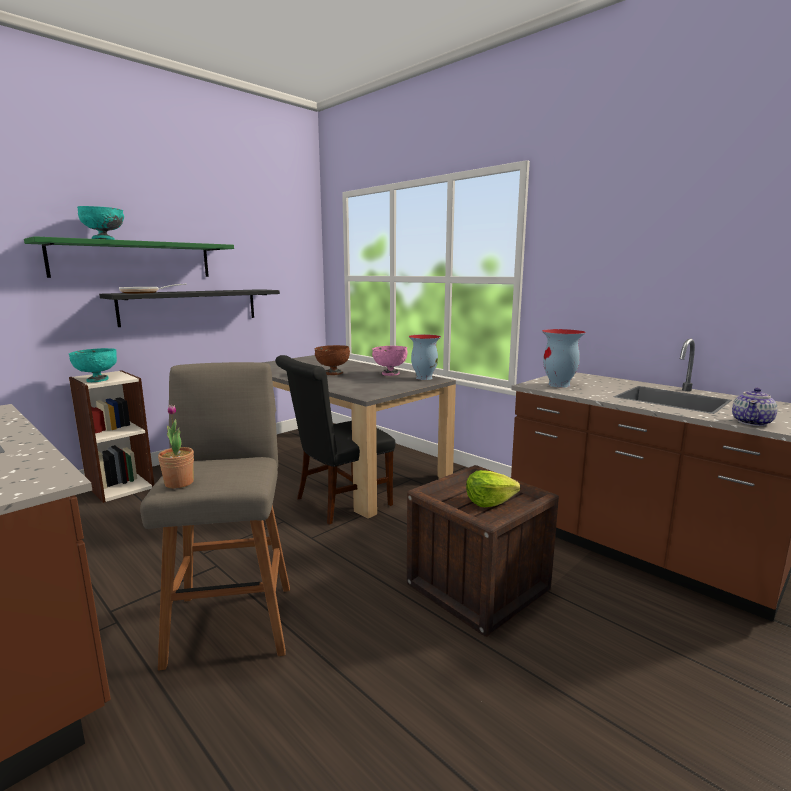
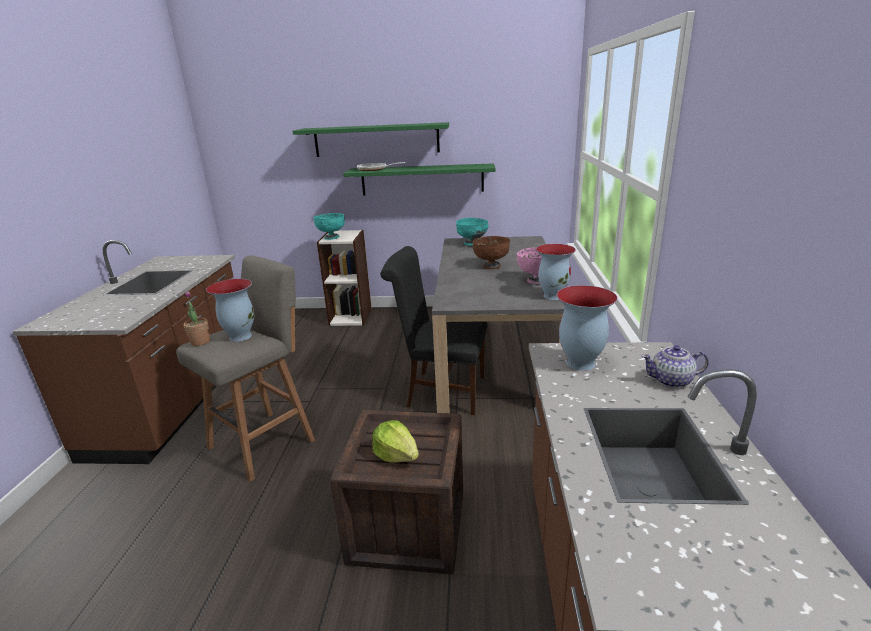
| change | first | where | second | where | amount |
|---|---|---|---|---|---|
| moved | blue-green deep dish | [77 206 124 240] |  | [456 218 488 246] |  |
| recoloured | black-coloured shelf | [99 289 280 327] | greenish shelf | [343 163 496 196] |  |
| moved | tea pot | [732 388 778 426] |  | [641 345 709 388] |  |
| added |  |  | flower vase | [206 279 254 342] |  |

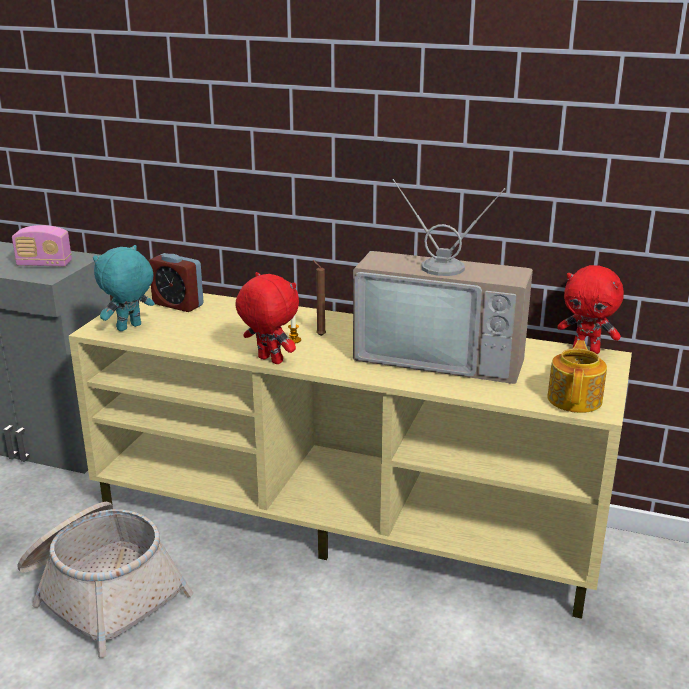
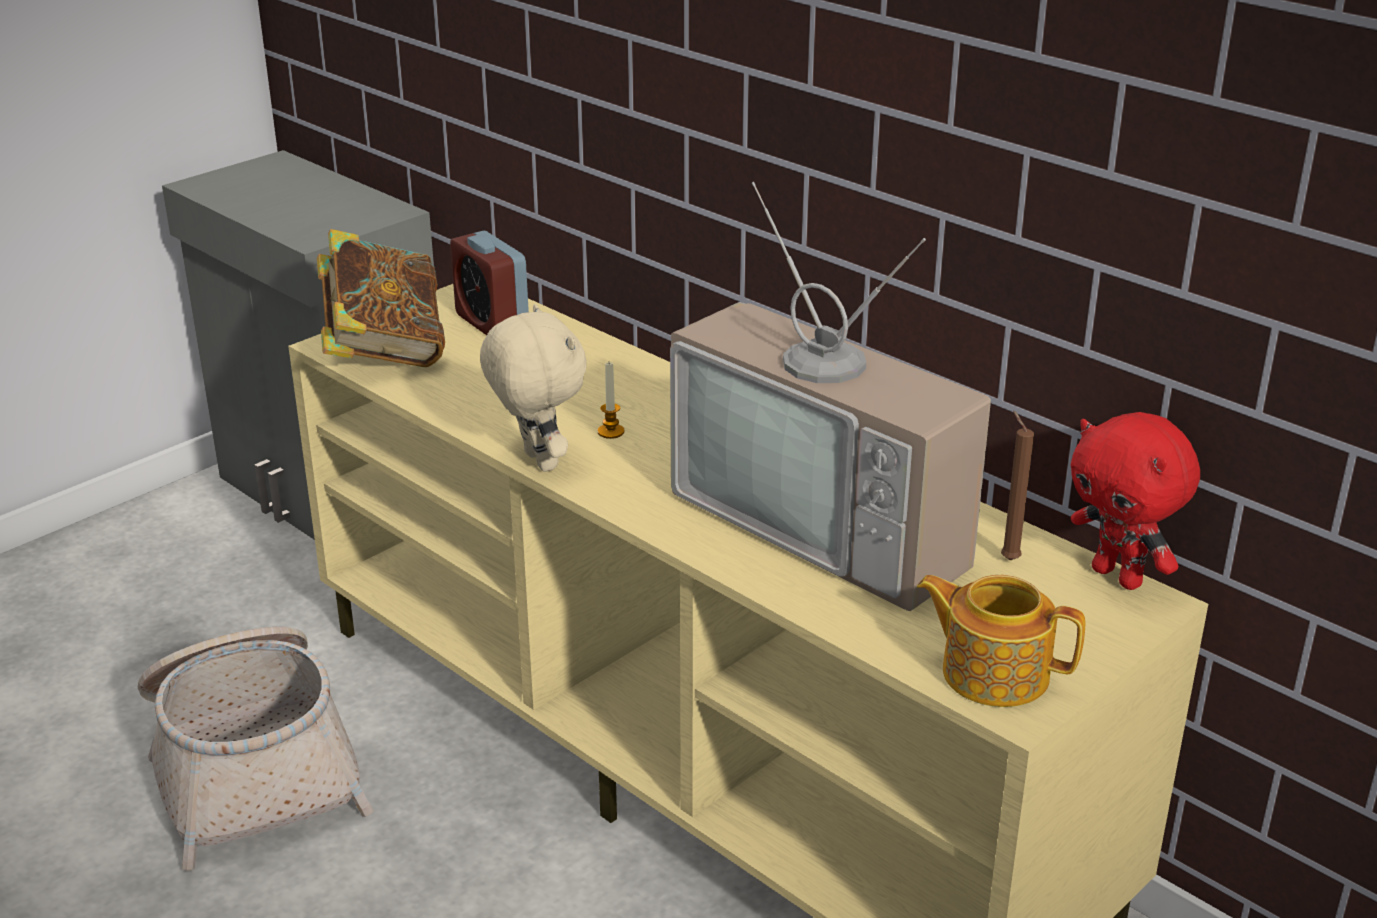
| change | first | where | second | where | amount |
|---|---|---|---|---|---|
| removed | radio set | [12 225 72 267] |  |  |  |
| replaced | blue-green plush toy | [93 245 154 331] | bound book | [317 229 445 367] |  |
| moved | brown wax candle | [313 260 326 336] |  | [1001 411 1034 560] |  |
| recoloured | reddish plush toy | [235 272 299 364] | beige-coloured plush toy | [480 304 587 472] |  |
| turned | tea pot | [547 340 607 413] |  | [917 575 1085 707] | 105 degrees counterclockwise |

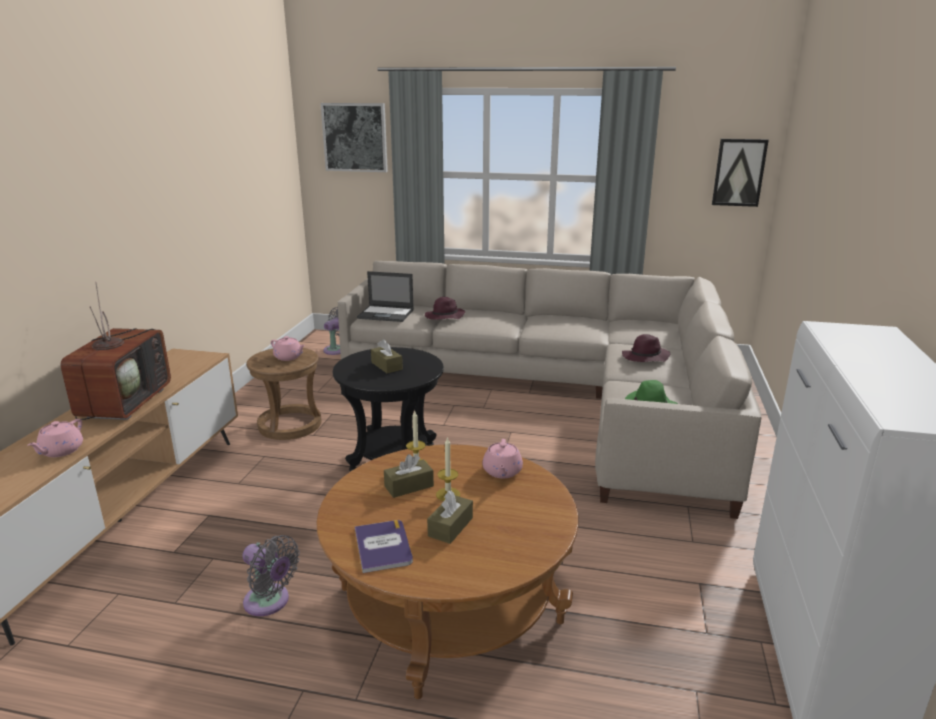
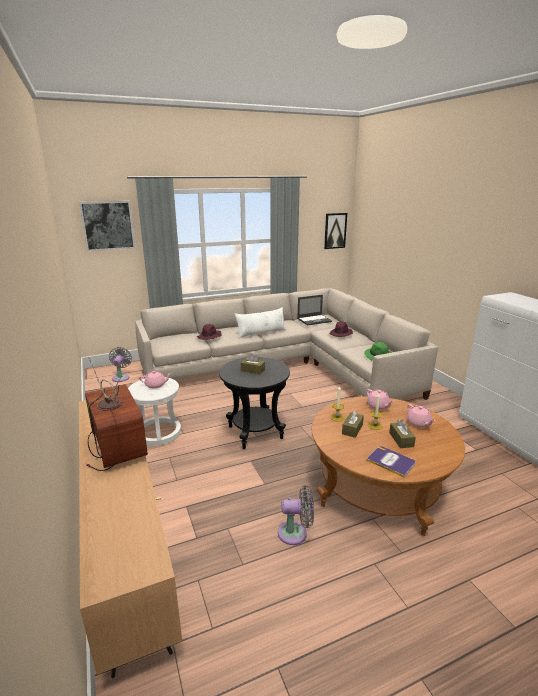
| change | first | where | second | where | amount |
|---|---|---|---|---|---|
| moved | laptop | [357 271 414 322] |  | [297 295 332 326] |  |
| recoloured | brown stool | [246 348 322 440] | white stool | [128 377 181 446] |  |
| moved | pink tea pot | [28 419 83 457] |  | [406 404 435 428] |  |
| added |  |  | white cushion | [235 307 286 339] |  |

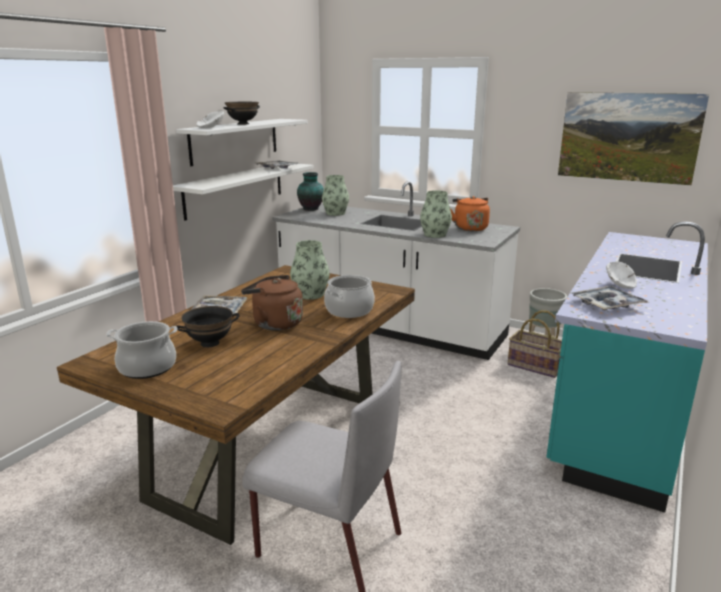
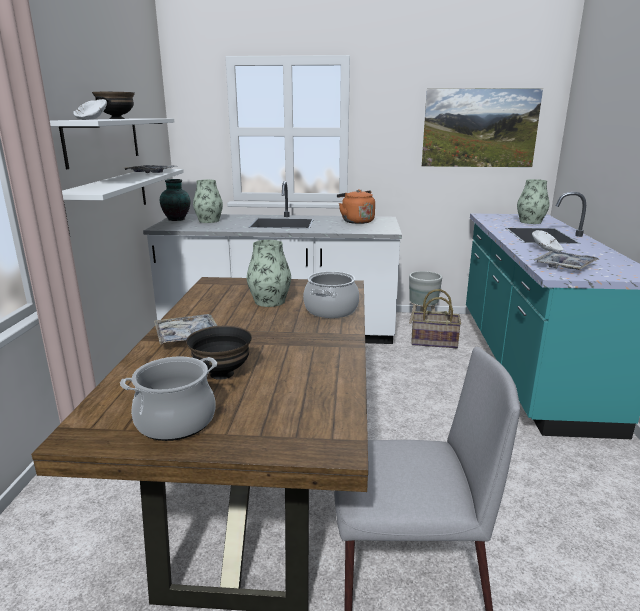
| change | first | where | second | where | amount |
|---|---|---|---|---|---|
| moved | flower vase | [420 190 452 238] |  | [517 179 550 224] |  |
| removed | brown tea kettle | [241 275 303 331] |  |  |  |

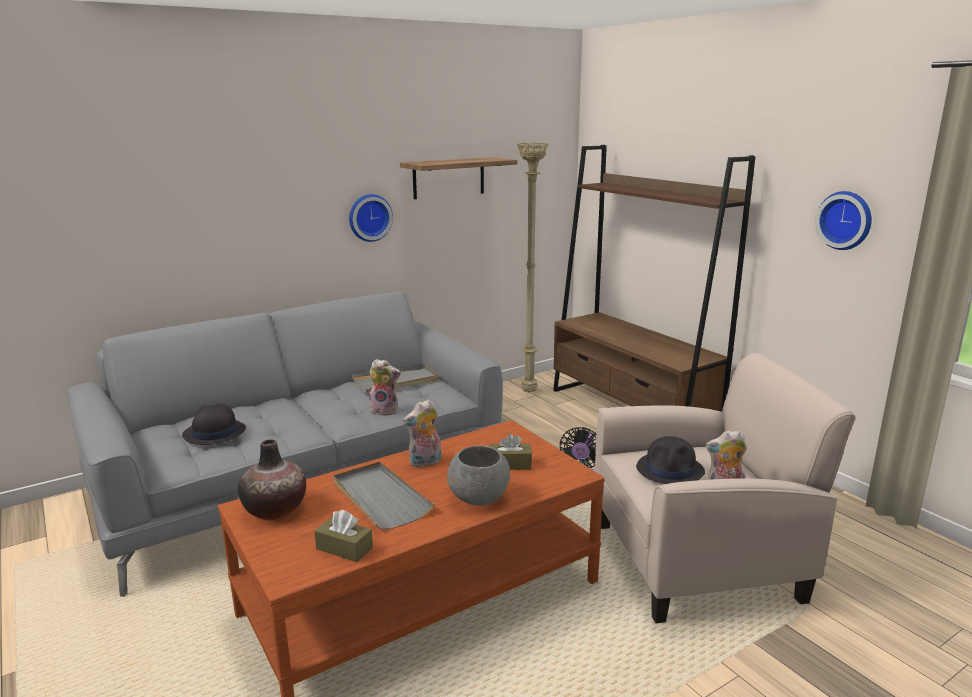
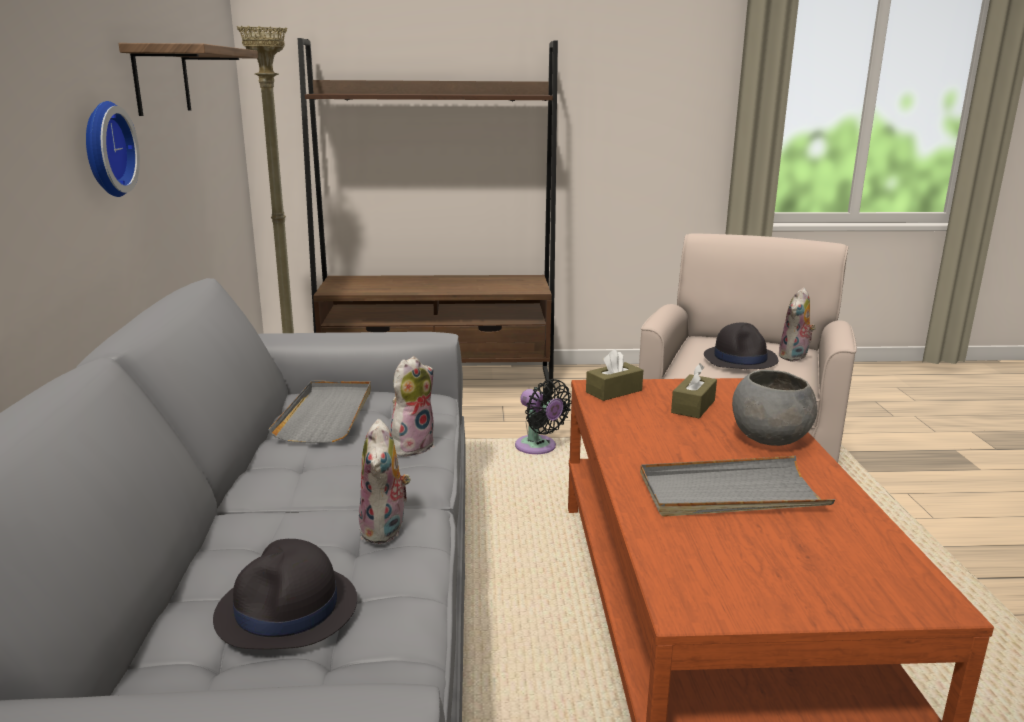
| change | first | where | second | where | amount |
|---|---|---|---|---|---|
| removed | wall clock | [815 191 872 250] |  |  |  |
| moved | plush toy | [403 399 441 467] |  | [359 419 411 544] |  |
| removed | flower vase | [238 439 306 520] |  |  |  |
| moved | brown tissue box | [315 510 373 562] |  | [586 349 643 401] |  |

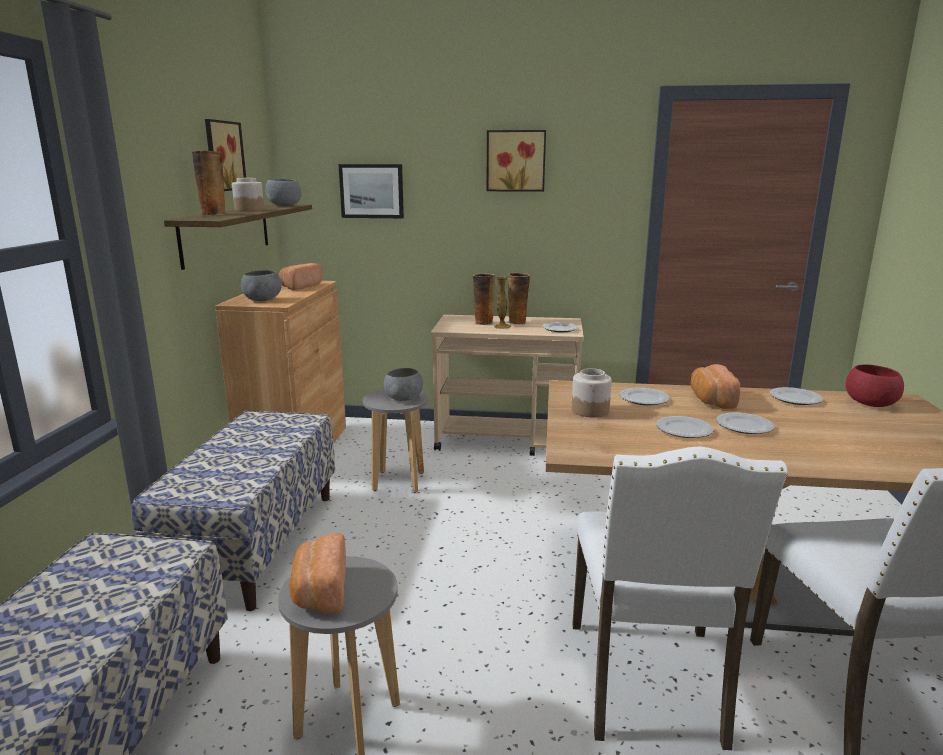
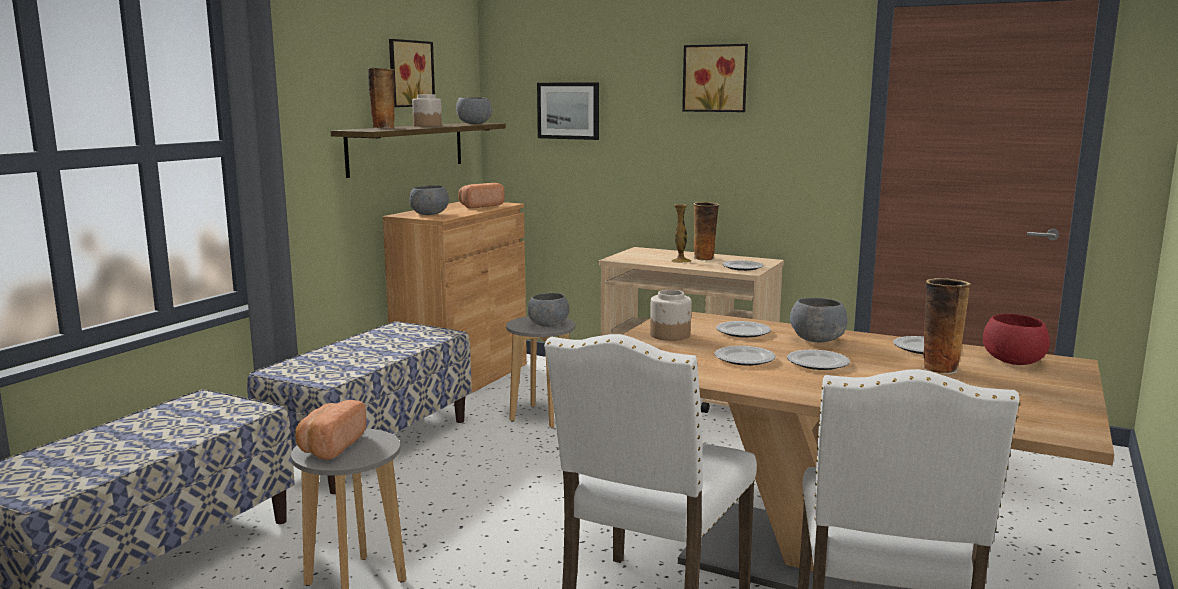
| change | first | where | second | where | amount |
|---|---|---|---|---|---|
| moved | flower vase | [473 273 495 325] |  | [923 278 971 374] |  |
| replaced | bakery bread | [691 364 740 409] | grey deep dish | [790 298 848 342] |  |

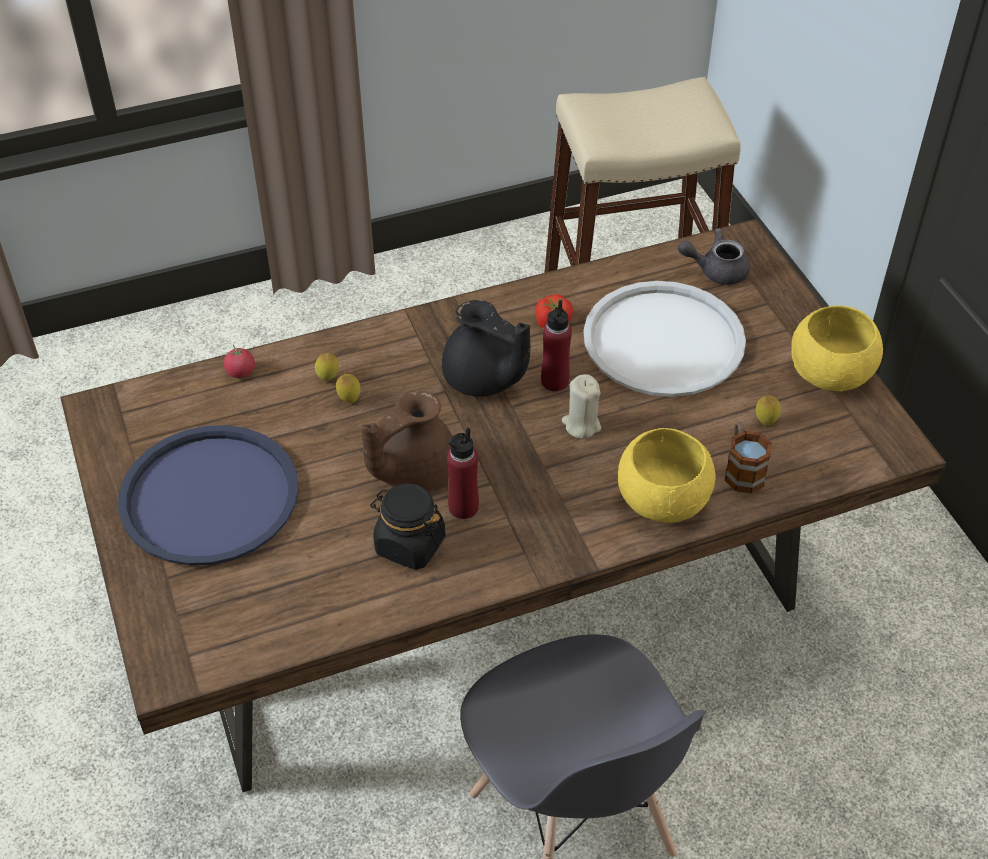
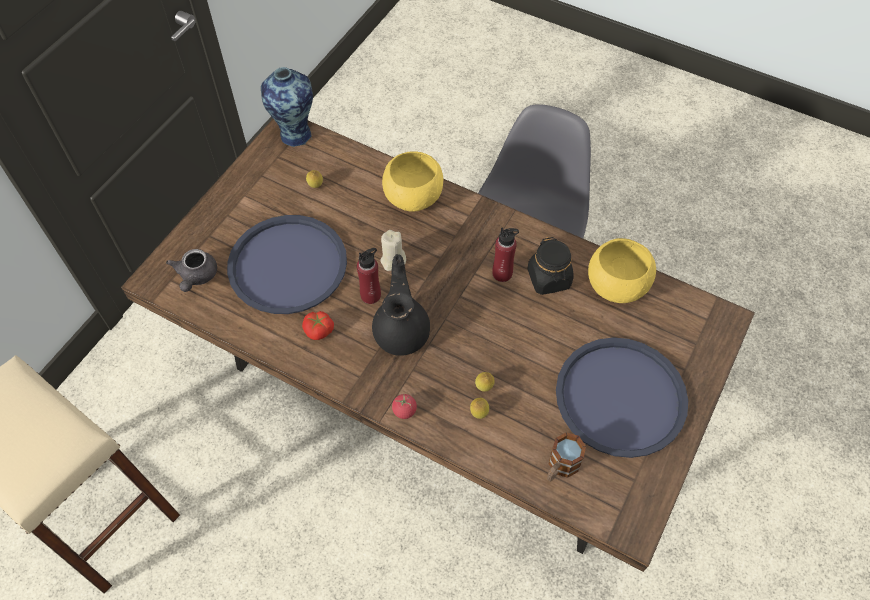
| change | first | where | second | where | amount |
|---|---|---|---|---|---|
| turned | grey tea pot | [678 228 750 285] |  | [166 249 217 292] | 45 degrees clockwise |
| recoloured | white carrying tray | [583 281 746 397] | bluish carrying tray | [227 215 347 314] |  |
| moved | yellow-coloured deep dish | [791 305 883 391] |  | [588 238 656 303] |  |
| moved | tomato | [224 345 255 378] |  | [392 394 417 419] |  |
| removed | brown tea pot | [361 391 452 491] |  |  |  |
| moved | mug | [725 422 772 493] |  | [547 432 586 481] |  |
| added |  |  | flower vase | [261 67 313 147] |  |

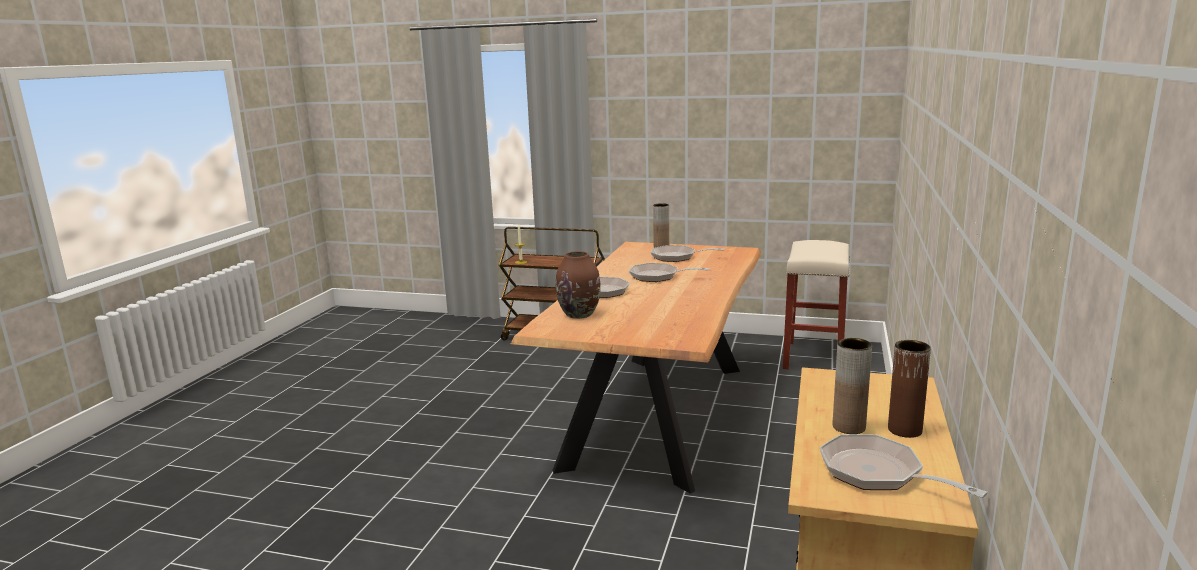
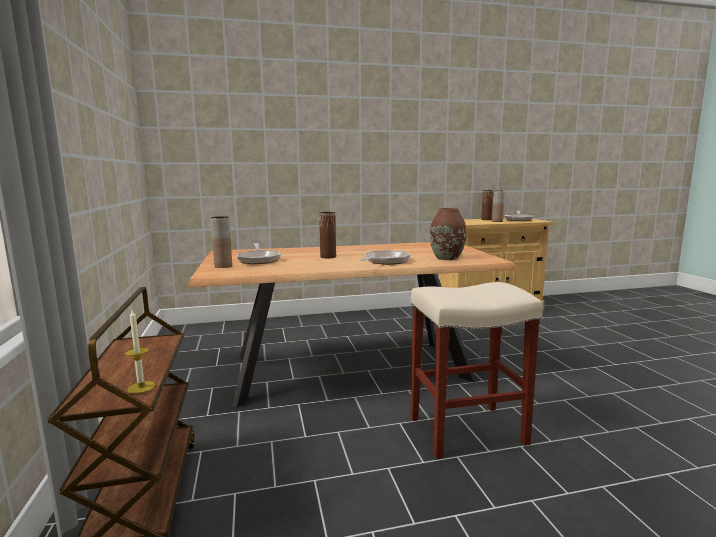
| change | first | where | second | where | amount |
|---|---|---|---|---|---|
| moved | beige-coloured stool | [783 240 850 369] |  | [410 282 543 459] |  |
| replaced | skillet | [629 263 710 282] | brown flower vase | [319 212 336 259] |  |

